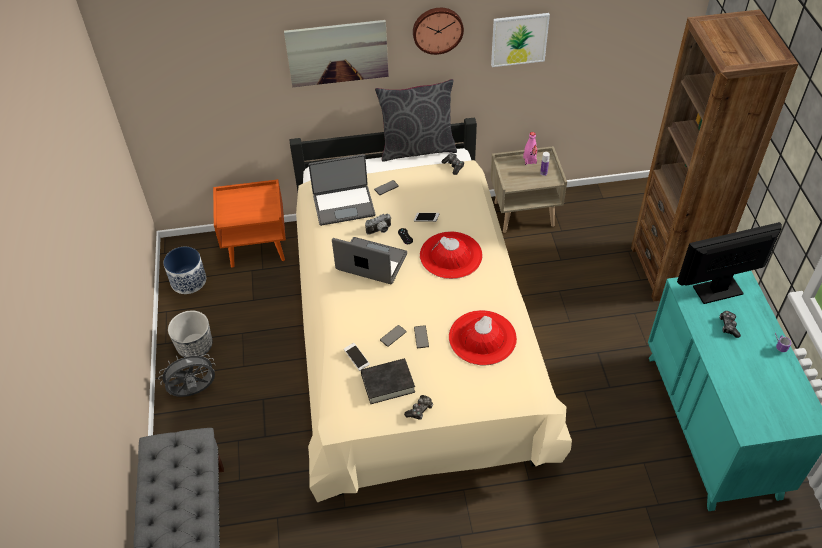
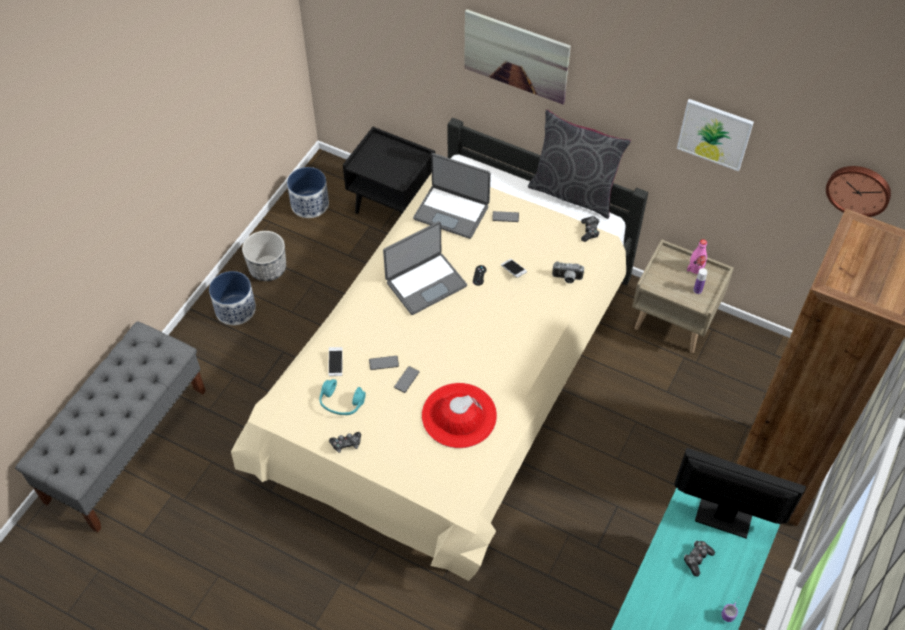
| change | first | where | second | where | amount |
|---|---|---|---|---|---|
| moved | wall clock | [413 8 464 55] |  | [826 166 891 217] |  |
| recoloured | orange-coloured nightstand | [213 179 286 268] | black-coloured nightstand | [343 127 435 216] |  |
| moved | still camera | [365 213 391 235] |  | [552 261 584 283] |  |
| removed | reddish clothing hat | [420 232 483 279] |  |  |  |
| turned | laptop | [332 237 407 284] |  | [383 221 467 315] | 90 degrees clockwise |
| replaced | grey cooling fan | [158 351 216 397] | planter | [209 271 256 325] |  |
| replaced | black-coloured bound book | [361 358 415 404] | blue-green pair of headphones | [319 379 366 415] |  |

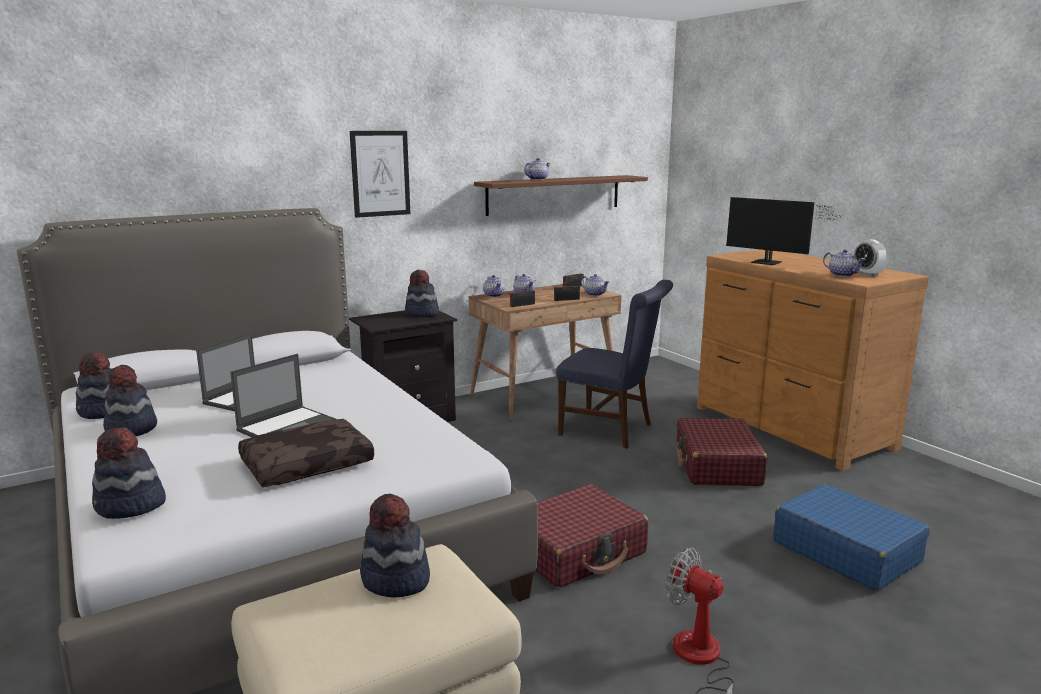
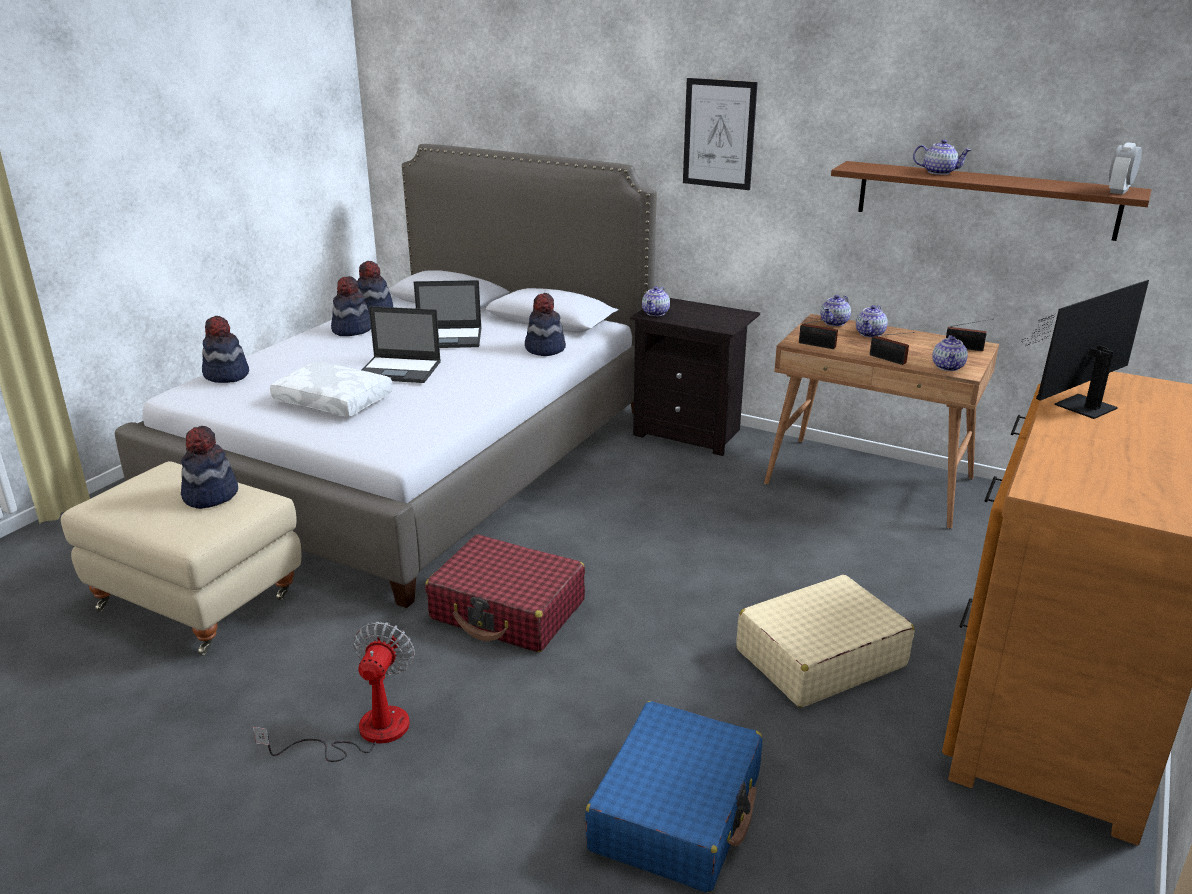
| change | first | where | second | where | amount |
|---|---|---|---|---|---|
| turned | computer screen | [726 197 843 265] |  | [1022 280 1149 419] | 45 degrees clockwise |
| moved | table clock | [854 239 886 276] |  | [1109 142 1142 194] |  |
| moved | tea pot | [823 249 866 277] |  | [642 286 670 316] |  |
| moved | clothing hat | [405 270 439 317] |  | [525 293 566 356] |  |
| removed | bluish plain chair | [556 280 673 449] |  |  |  |
| recoloured | reddish suitcase | [677 418 767 486] | beige-coloured suitcase | [736 575 915 708] |  |
| recoloured | brown cushion | [238 419 374 487] | white cushion | [270 362 393 417] |  |

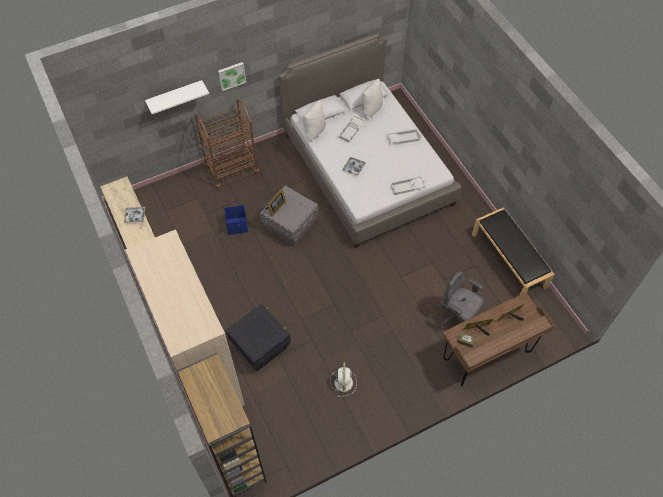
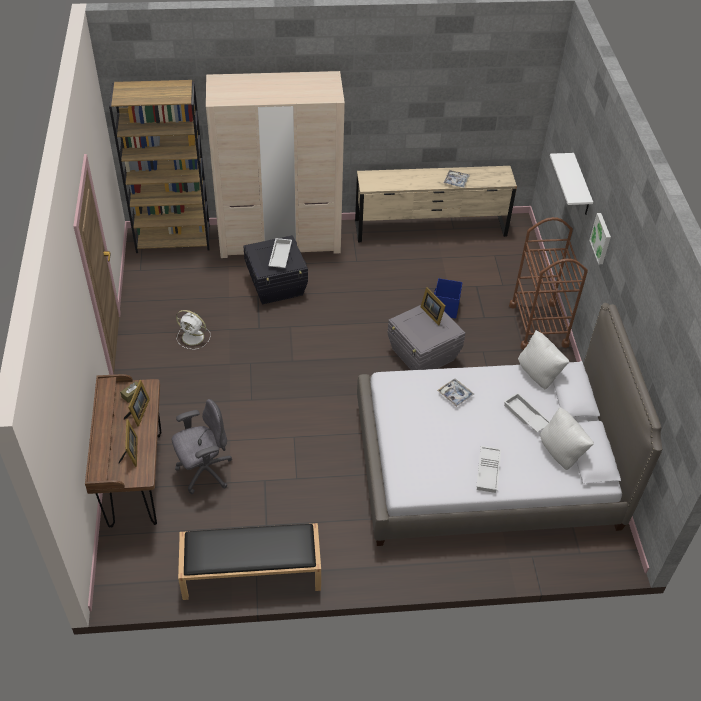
| change | first | where | second | where | amount |
|---|---|---|---|---|---|
| moved | white carrying tray | [390 176 426 195] |  | [268 238 292 268] |  |

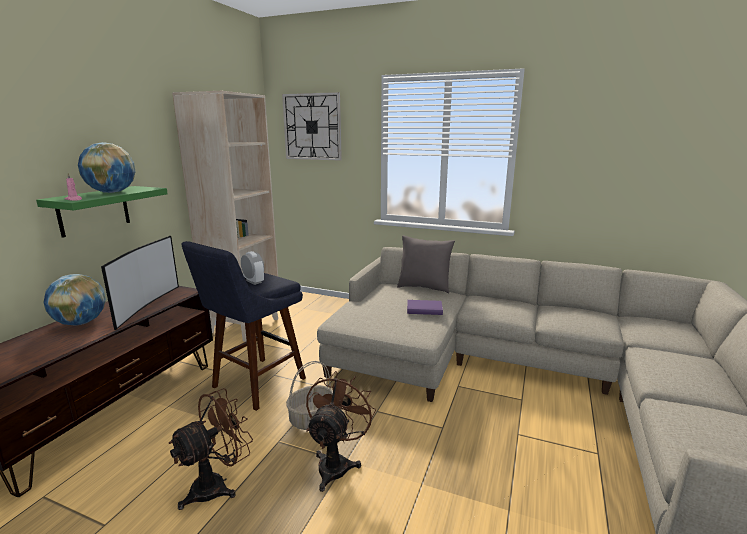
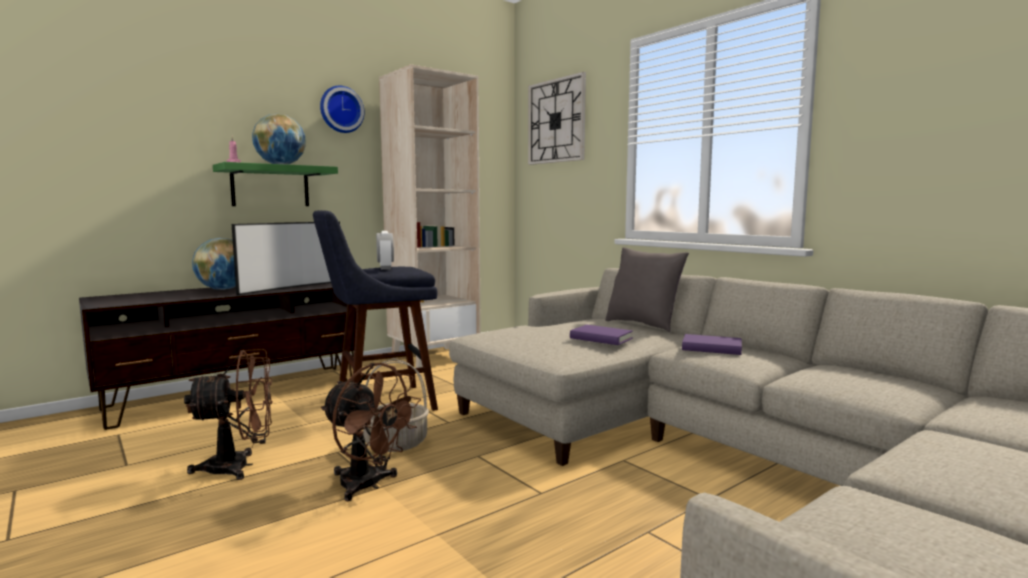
| change | first | where | second | where | amount |
|---|---|---|---|---|---|
| turned | brown cooling fan | [306 371 376 492] |  | [321 363 421 501] | 75 degrees clockwise |
| added |  |  | wall clock | [320 86 365 133] |  |
| added |  |  | purple bound book | [682 334 742 355] |  |

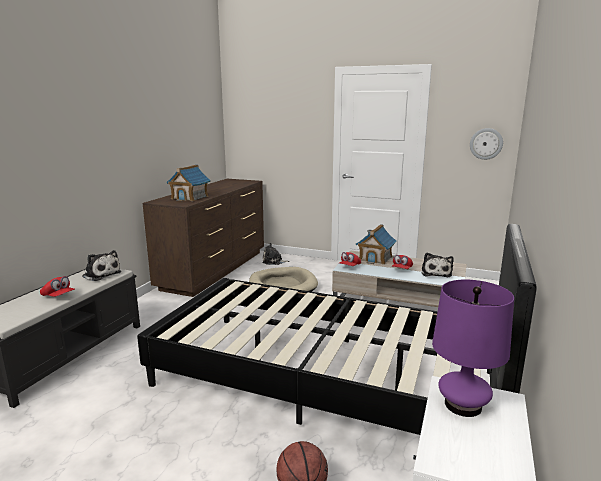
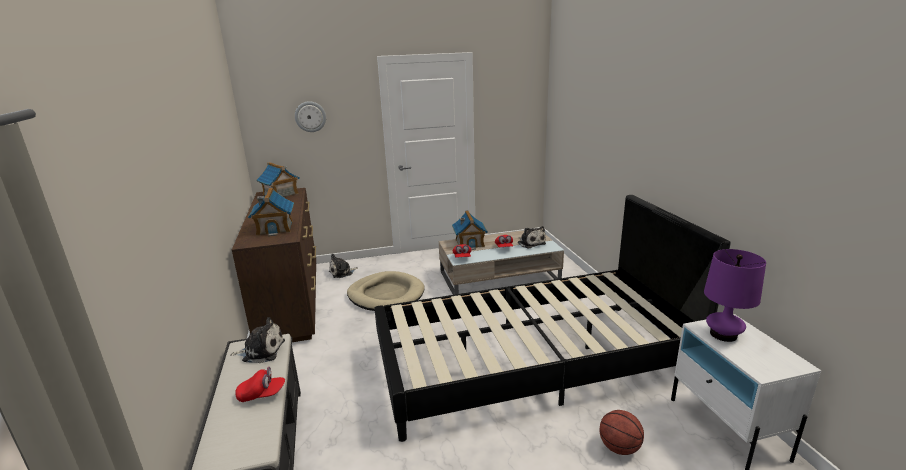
| change | first | where | second | where | amount |
|---|---|---|---|---|---|
| moved | wall clock | [470 128 503 160] |  | [295 101 326 132] |  |
| added |  |  | model house | [257 162 300 197] |  |

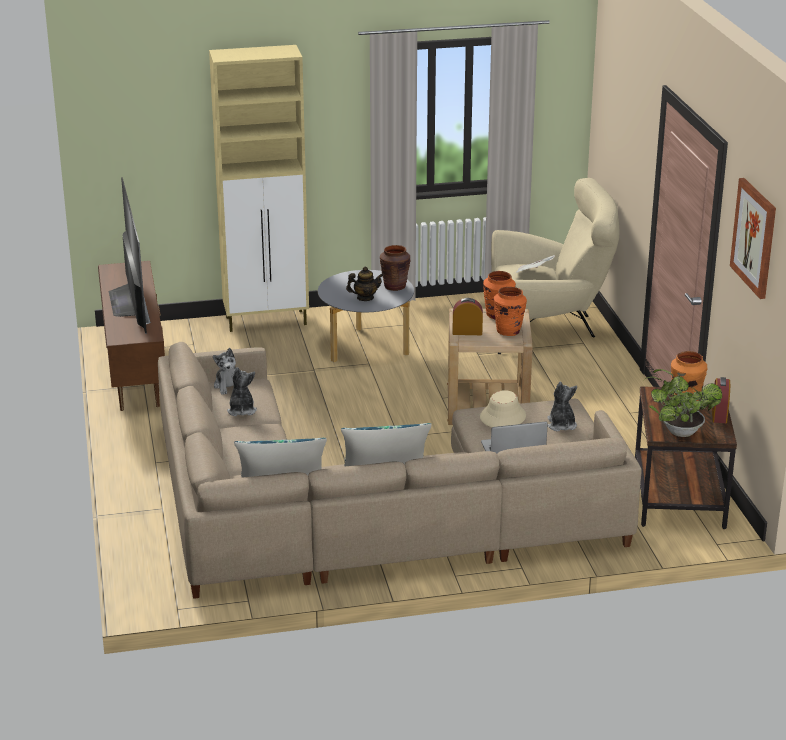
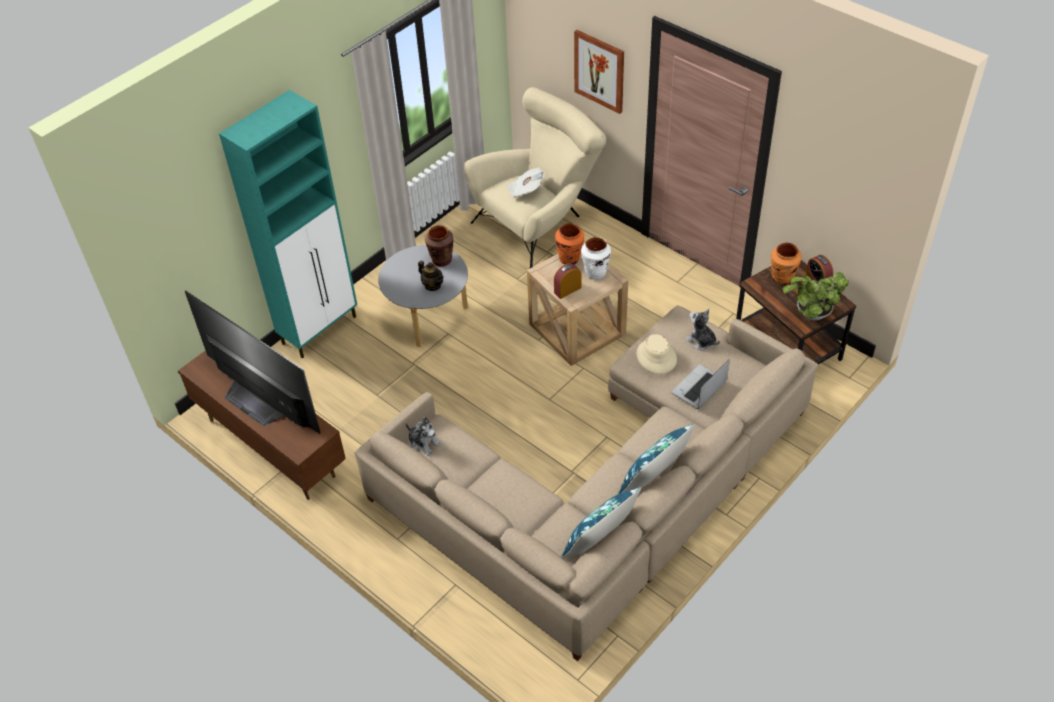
| change | first | where | second | where | amount |
|---|---|---|---|---|---|
| recoloured | beige-coloured cupboard | [209 45 309 332] | blue-green cupboard | [219 90 357 359] |  |
| moved | wall picture | [730 178 776 299] |  | [574 30 624 114] |  |
| turned | tea pot | [346 266 384 301] |  | [418 261 444 291] | 90 degrees clockwise |
| recoloured | orange-coloured flower vase | [493 287 527 336] | white flower vase | [581 237 611 280] |  |
| removed | plush toy | [227 367 257 416] |  |  |  |

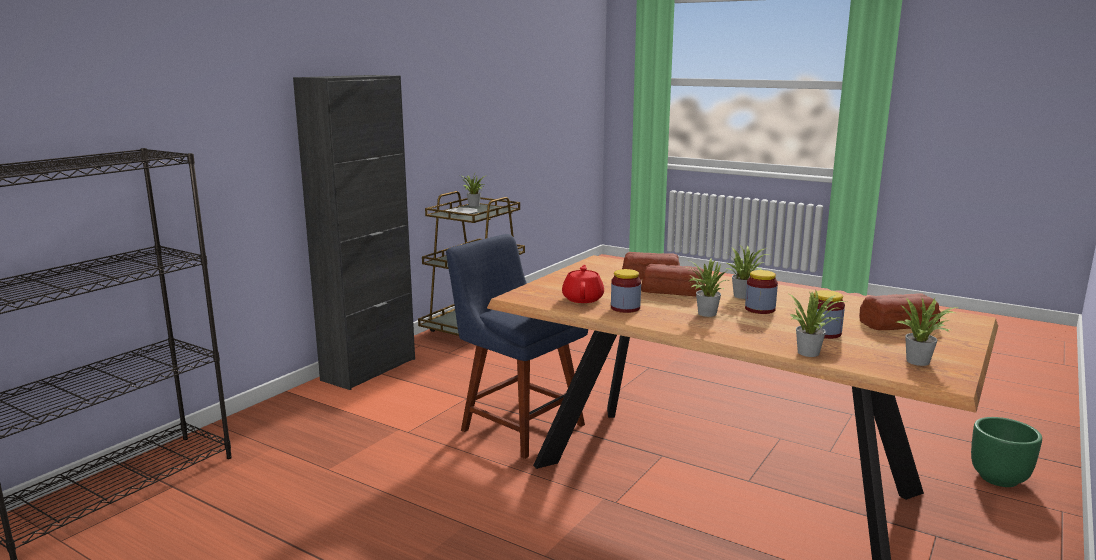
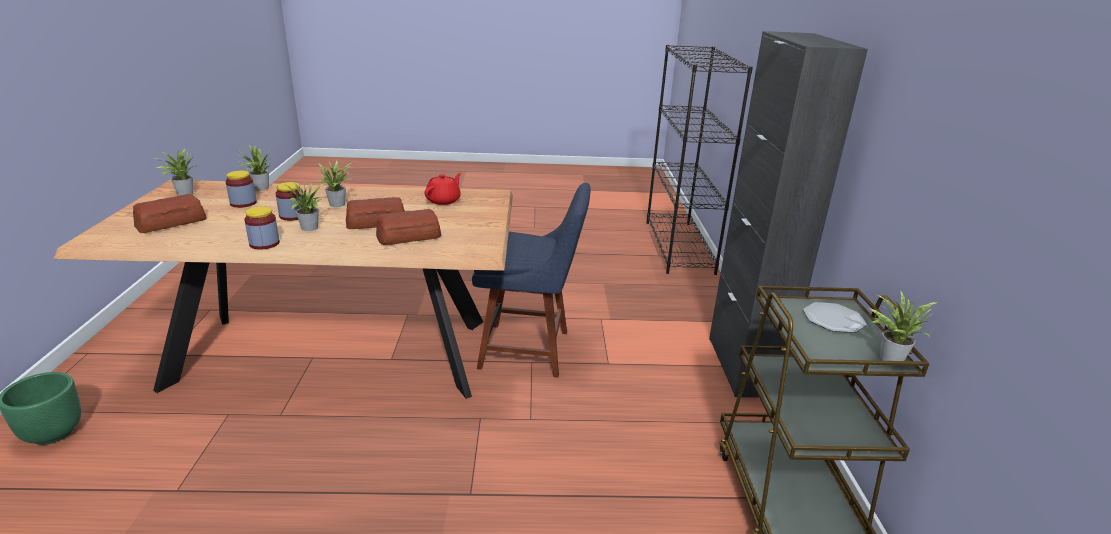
| change | first | where | second | where | amount |
|---|---|---|---|---|---|
| turned | reddish tea pot | [562 265 604 303] |  | [424 173 461 205] | 120 degrees counterclockwise |
| moved | jar | [611 269 641 313] |  | [244 206 280 249] |  |

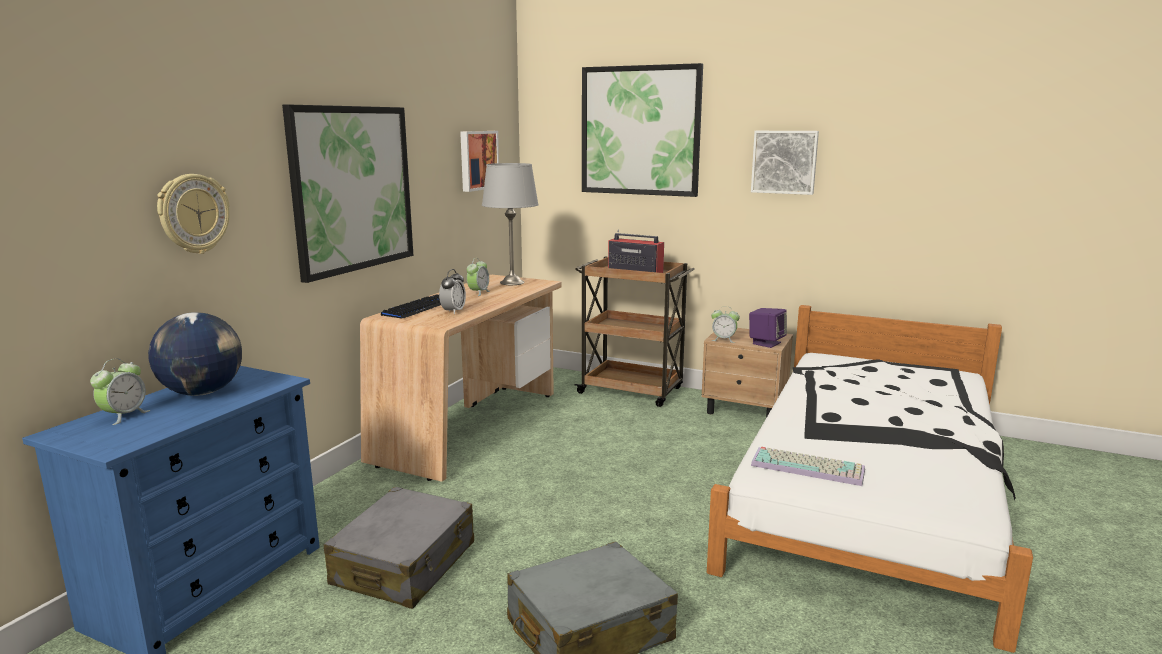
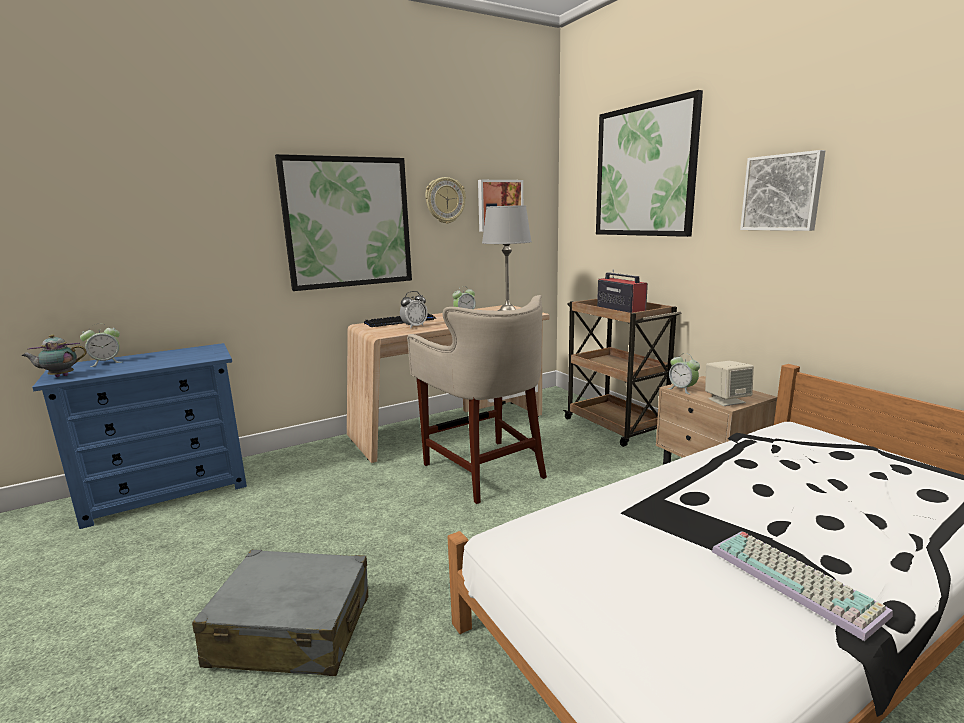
| change | first | where | second | where | amount |
|---|---|---|---|---|---|
| moved | wall clock | [157 174 230 254] |  | [425 177 466 224] |  |
| recoloured | purple speaker | [749 308 787 348] | beige-coloured speaker | [705 361 754 406] |  |
| removed | desk globe | [148 312 242 396] |  |  |  |
| moved | computer keyboard | [751 447 865 486] |  | [712 531 893 641] |  |
| removed | grey suitcase | [324 487 474 609] |  |  |  |
| added |  |  | beige-coloured stool | [407 295 547 504] |  |
| added |  |  | tea pot | [21 334 87 377] |  |

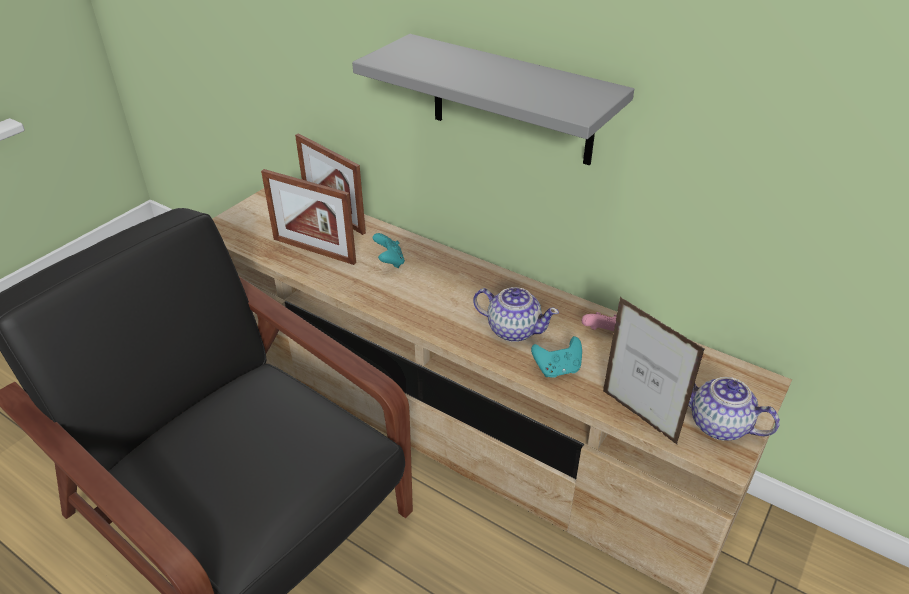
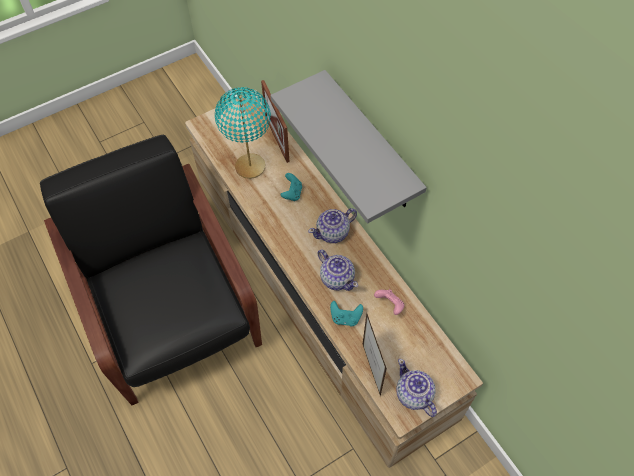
| change | first | where | second | where | amount |
|---|---|---|---|---|---|
| replaced | picture frame | [261 169 356 265] | blue-green table lamp | [215 87 271 179] |  |
| added |  |  | tea pot | [308 208 357 243] |  |

